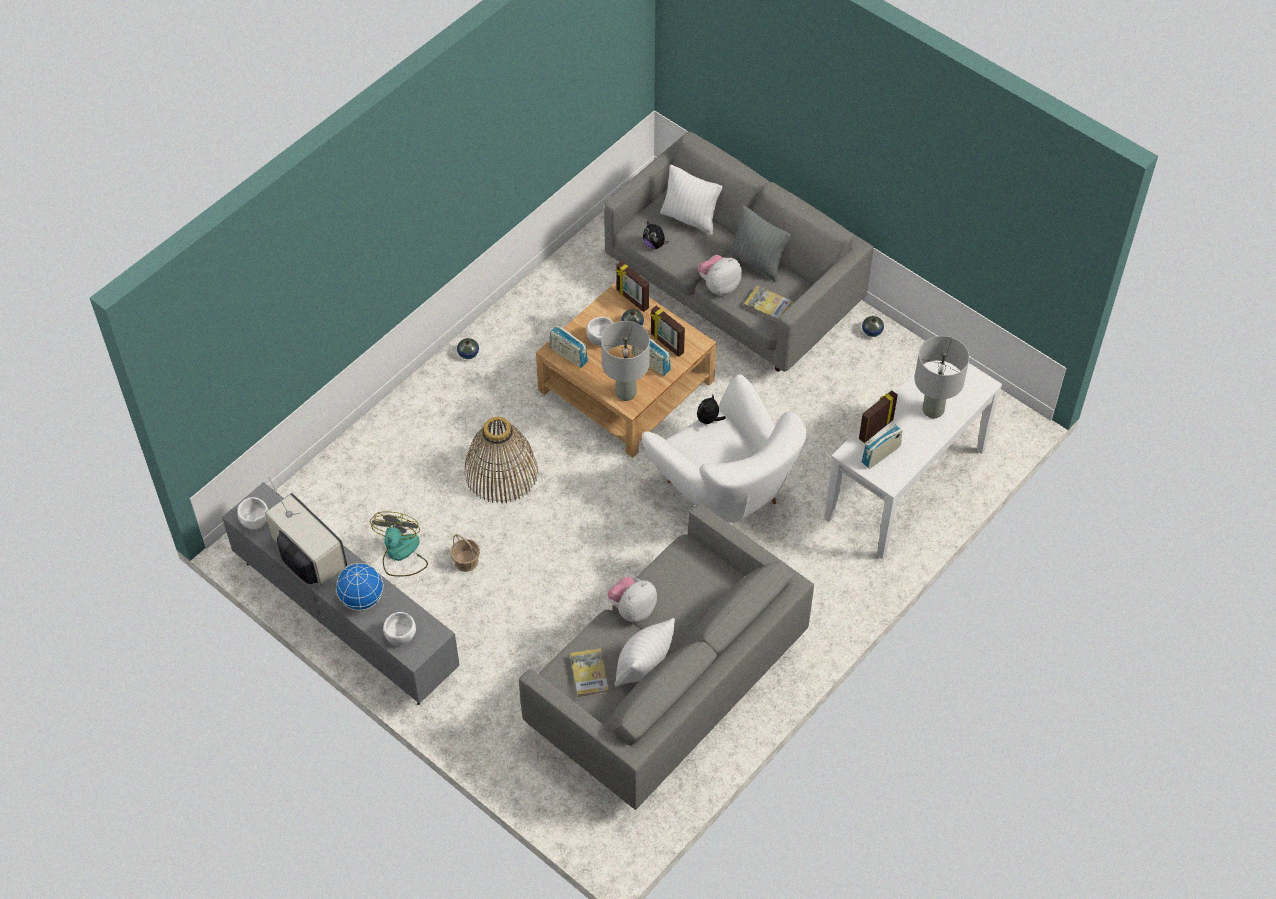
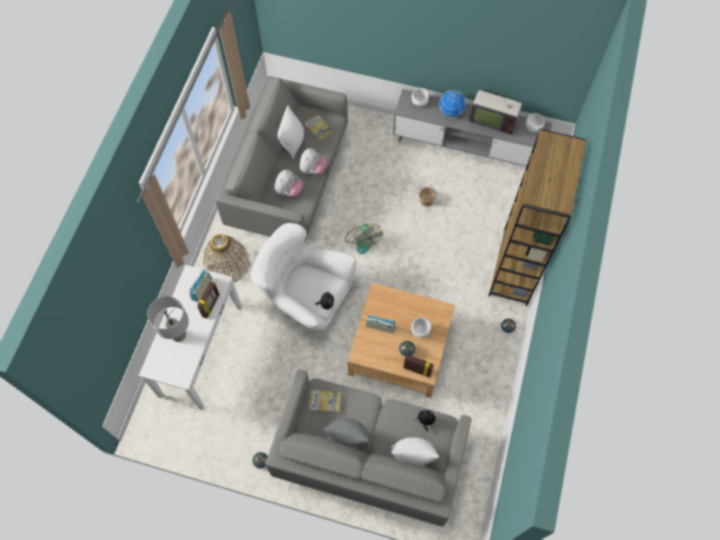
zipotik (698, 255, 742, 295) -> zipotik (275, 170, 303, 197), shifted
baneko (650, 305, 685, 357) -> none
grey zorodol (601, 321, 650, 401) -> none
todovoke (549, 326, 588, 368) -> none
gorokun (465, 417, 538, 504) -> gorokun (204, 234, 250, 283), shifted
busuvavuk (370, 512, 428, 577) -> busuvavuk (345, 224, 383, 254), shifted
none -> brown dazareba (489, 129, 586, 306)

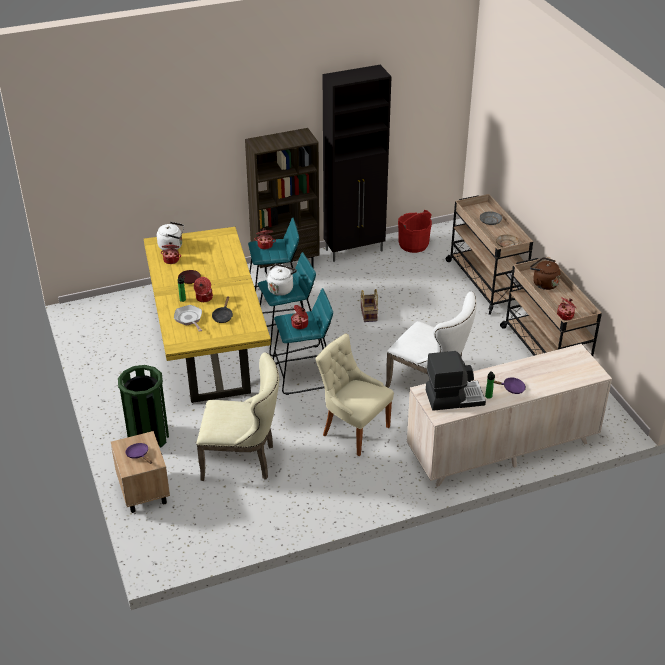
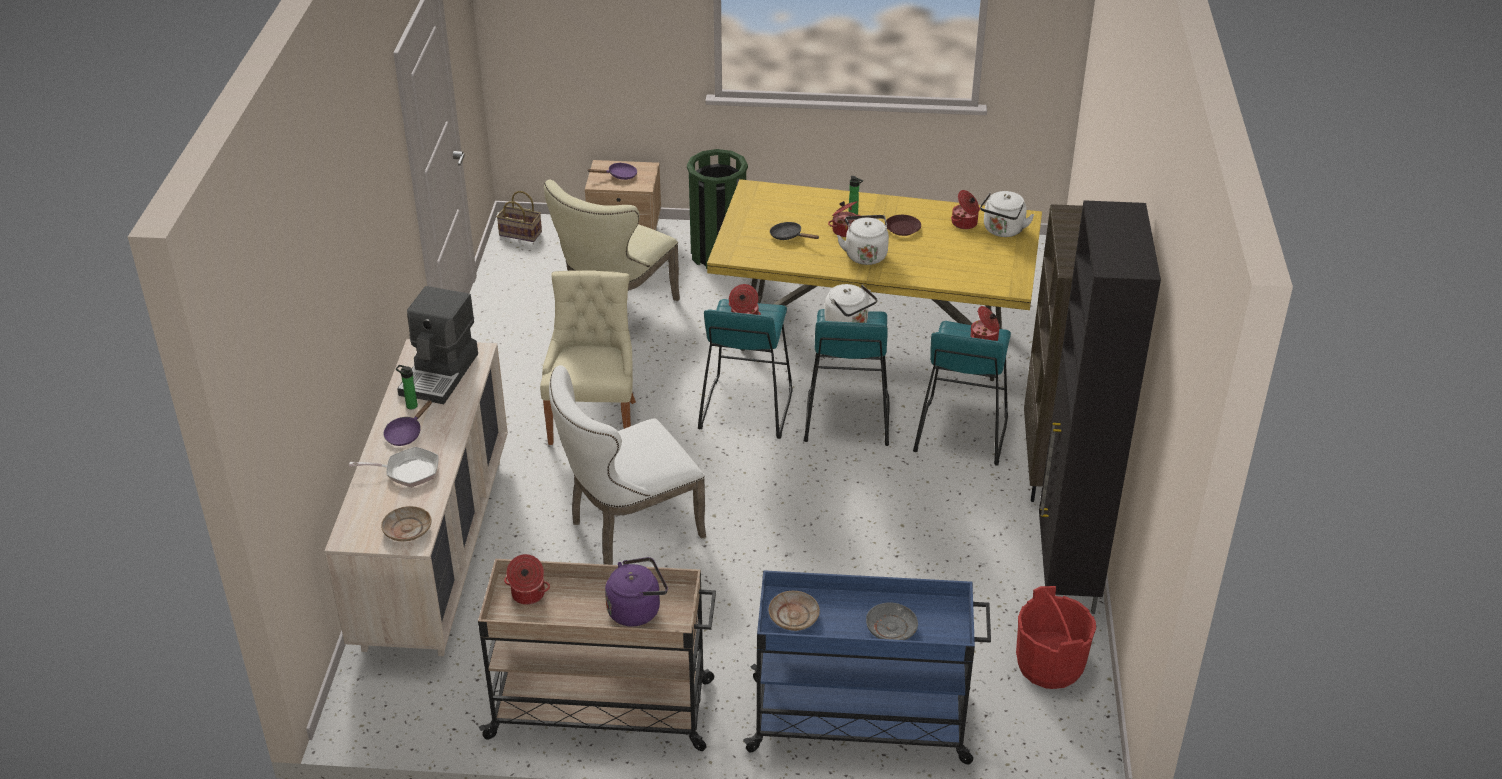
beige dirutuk (445, 194, 533, 315) -> blue dirutuk (743, 570, 991, 764)
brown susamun (530, 257, 561, 290) -> purple susamun (605, 557, 668, 627)
gorokun (361, 289, 378, 322) -> gorokun (496, 191, 542, 242), shifted
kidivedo (174, 305, 202, 332) -> kidivedo (349, 447, 439, 487), shifted
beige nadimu (315, 333, 394, 456) -> beige nadimu (540, 270, 636, 445), 60 degrees counterclockwise
none -> white susamun (837, 215, 889, 265)
none -> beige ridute (381, 506, 432, 542)

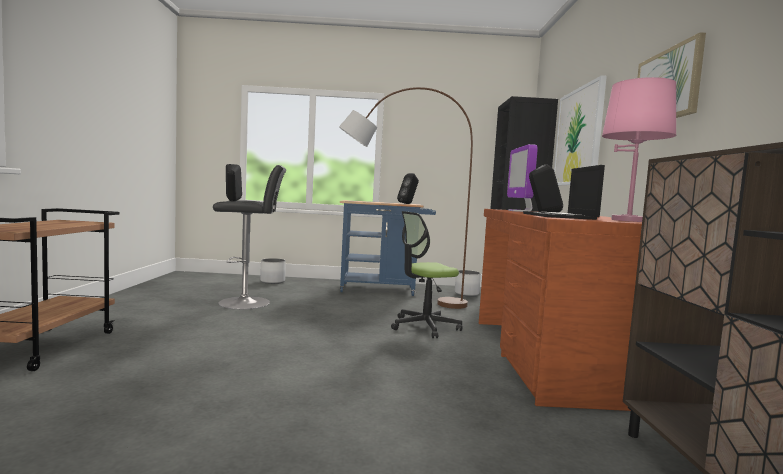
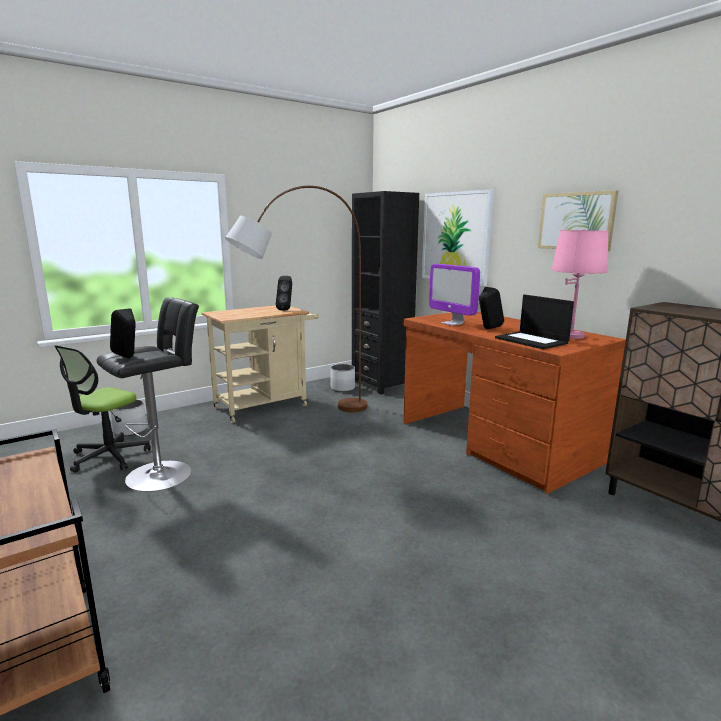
blue dirutuk (340, 200, 436, 296) -> beige dirutuk (202, 305, 319, 423)
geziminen (391, 211, 463, 338) -> geziminen (54, 345, 151, 473), shifted

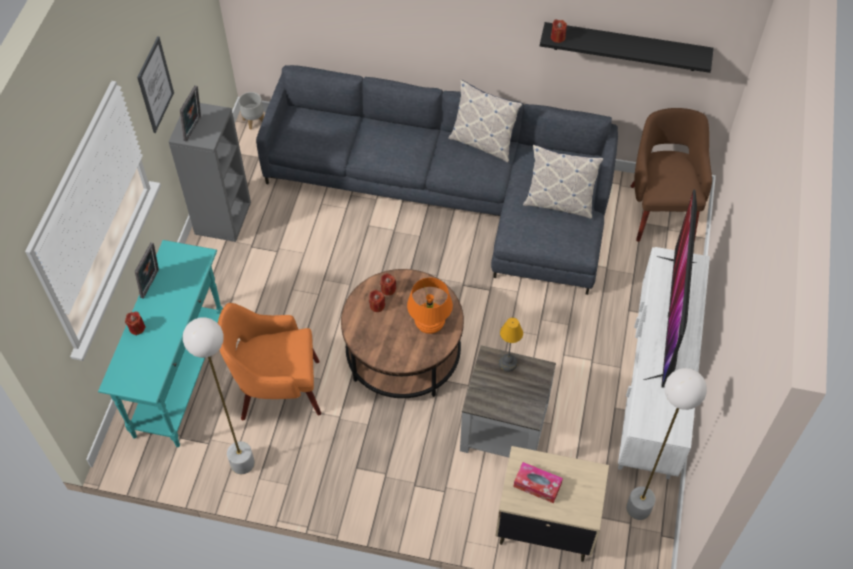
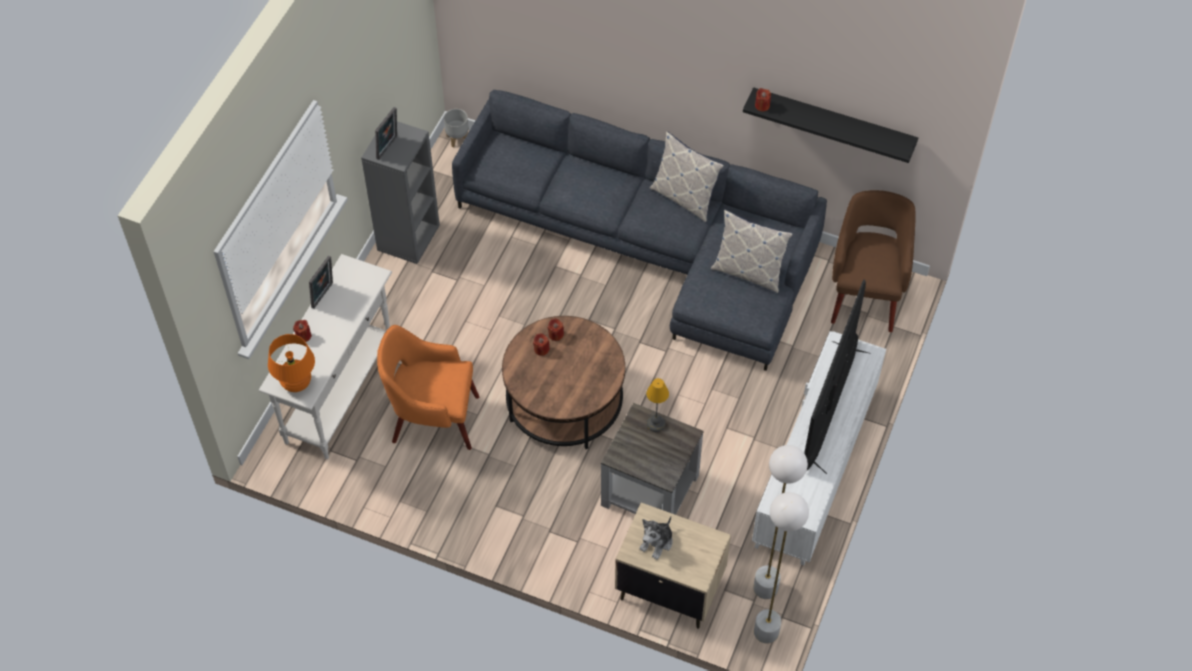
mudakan (137, 36, 174, 133) -> none
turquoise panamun (98, 240, 223, 447) -> white panamun (259, 254, 392, 459)
orange zorodol (407, 277, 453, 334) -> orange zorodol (268, 334, 315, 392), shifted
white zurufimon (183, 317, 255, 474) -> white zurufimon (754, 492, 809, 644), shifted
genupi (514, 462, 563, 503) -> zipotik (639, 516, 673, 560)

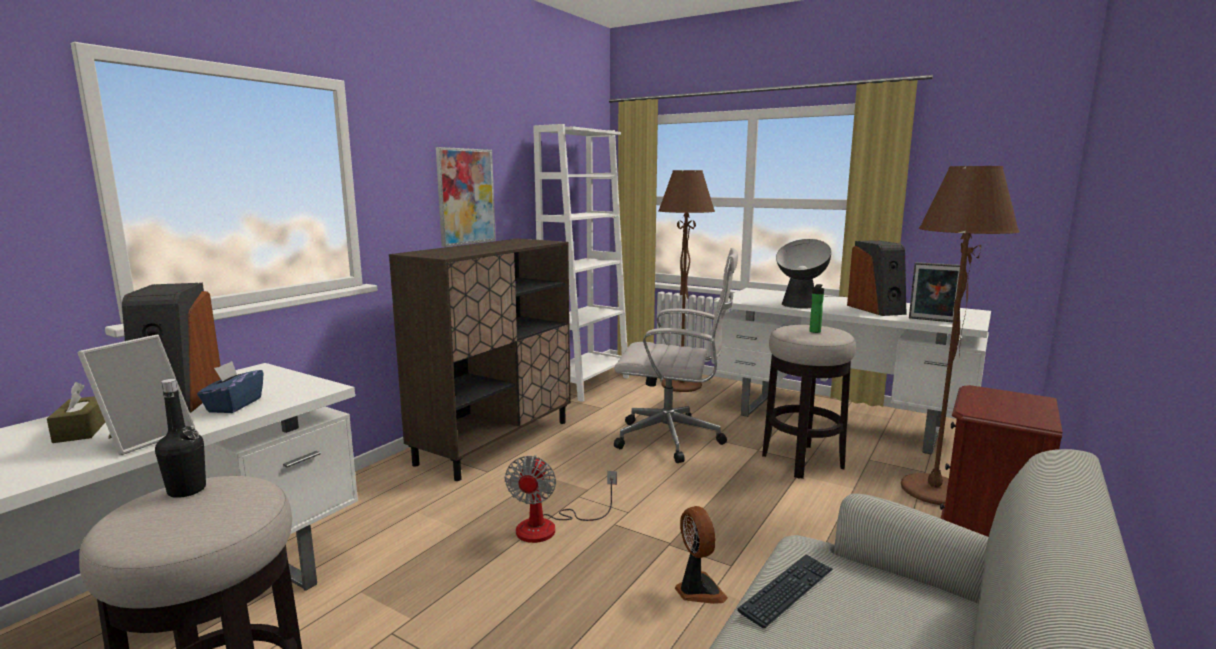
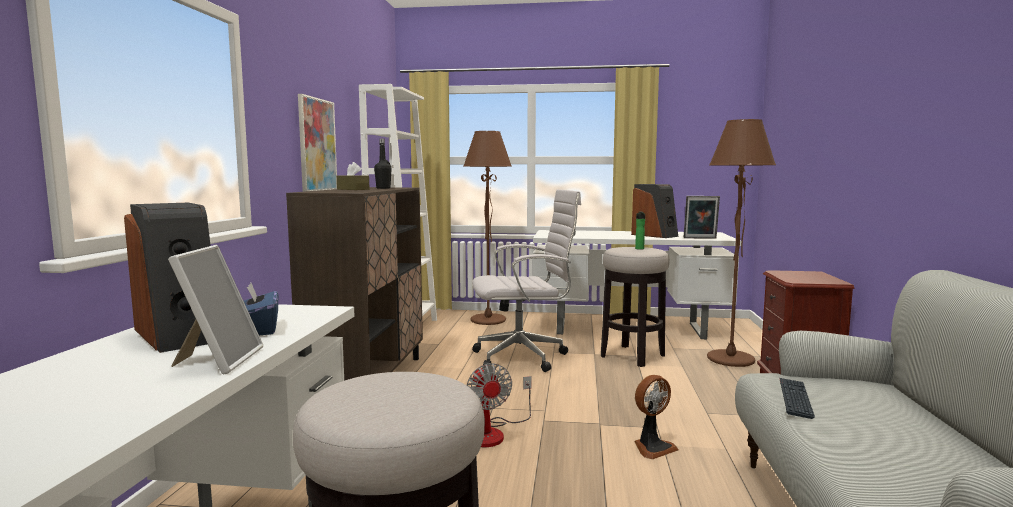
zorodol (776, 239, 841, 308) -> none
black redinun (155, 379, 206, 498) -> black redinun (374, 139, 392, 189), shifted
brown genupi (47, 382, 105, 443) -> brown genupi (337, 162, 370, 190), shifted
busuvavuk (675, 506, 728, 604) -> busuvavuk (635, 375, 679, 459), 105 degrees clockwise

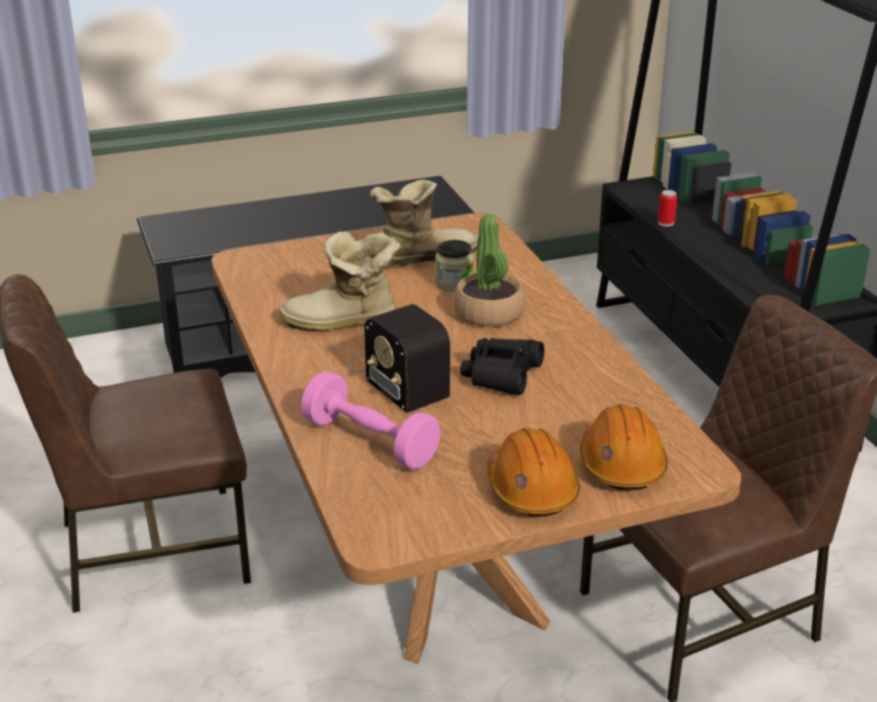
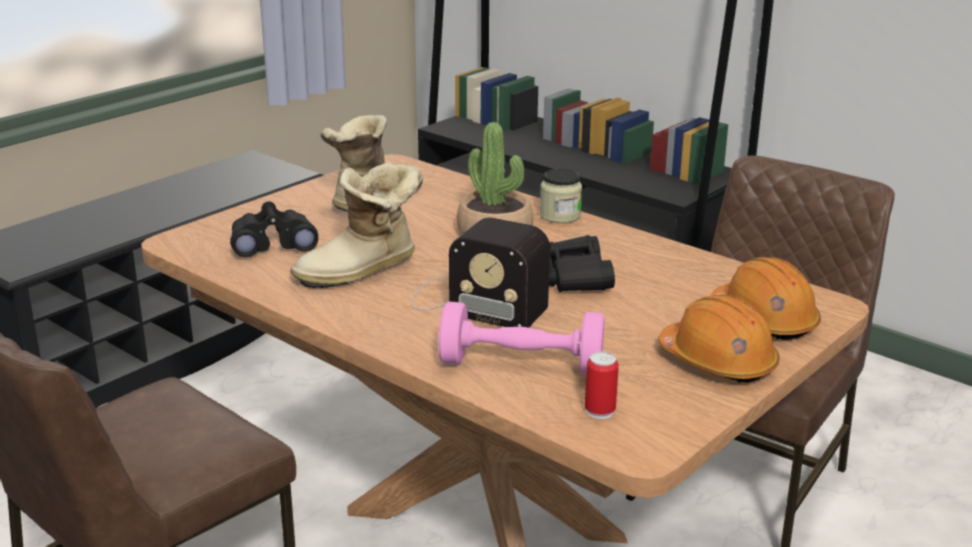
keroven (658, 190, 677, 227) -> keroven (585, 352, 619, 419), shifted
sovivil (435, 240, 474, 292) -> sovivil (540, 169, 582, 223), shifted
none -> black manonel (230, 201, 318, 257)

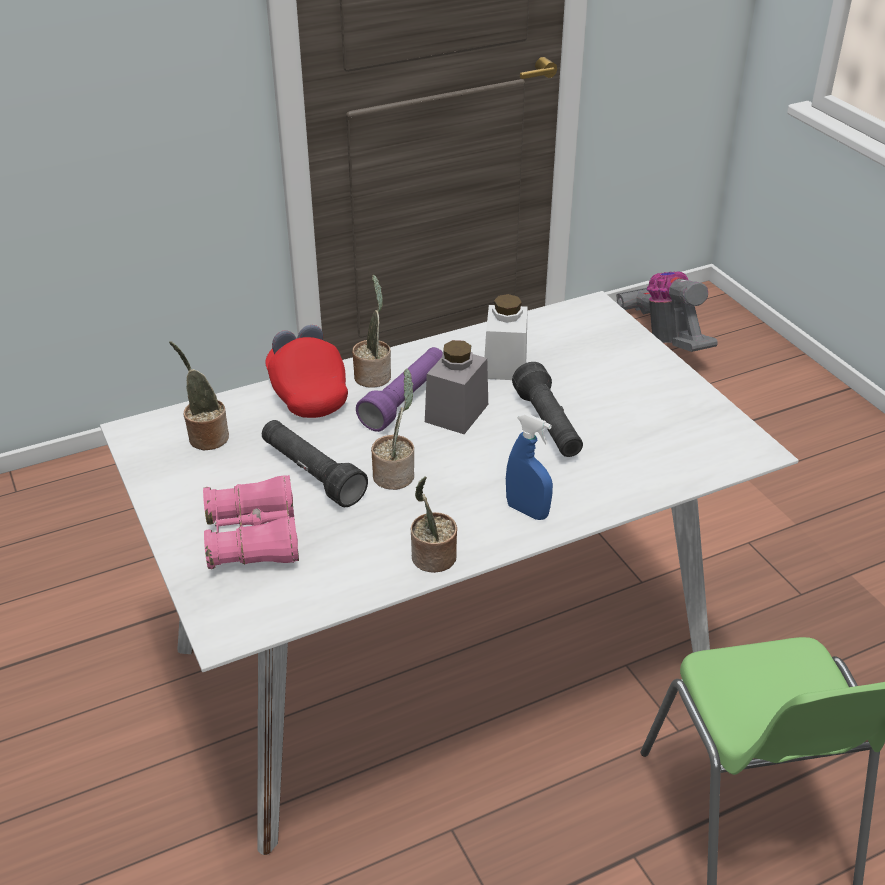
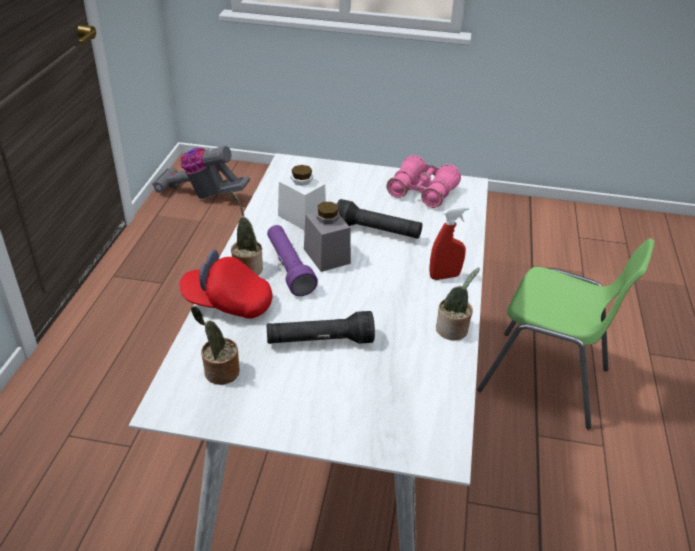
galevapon (371, 369, 414, 490) -> none
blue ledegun (506, 413, 553, 520) -> red ledegun (429, 206, 469, 280)
pink manonel (203, 475, 299, 569) -> pink manonel (387, 155, 461, 208), shifted

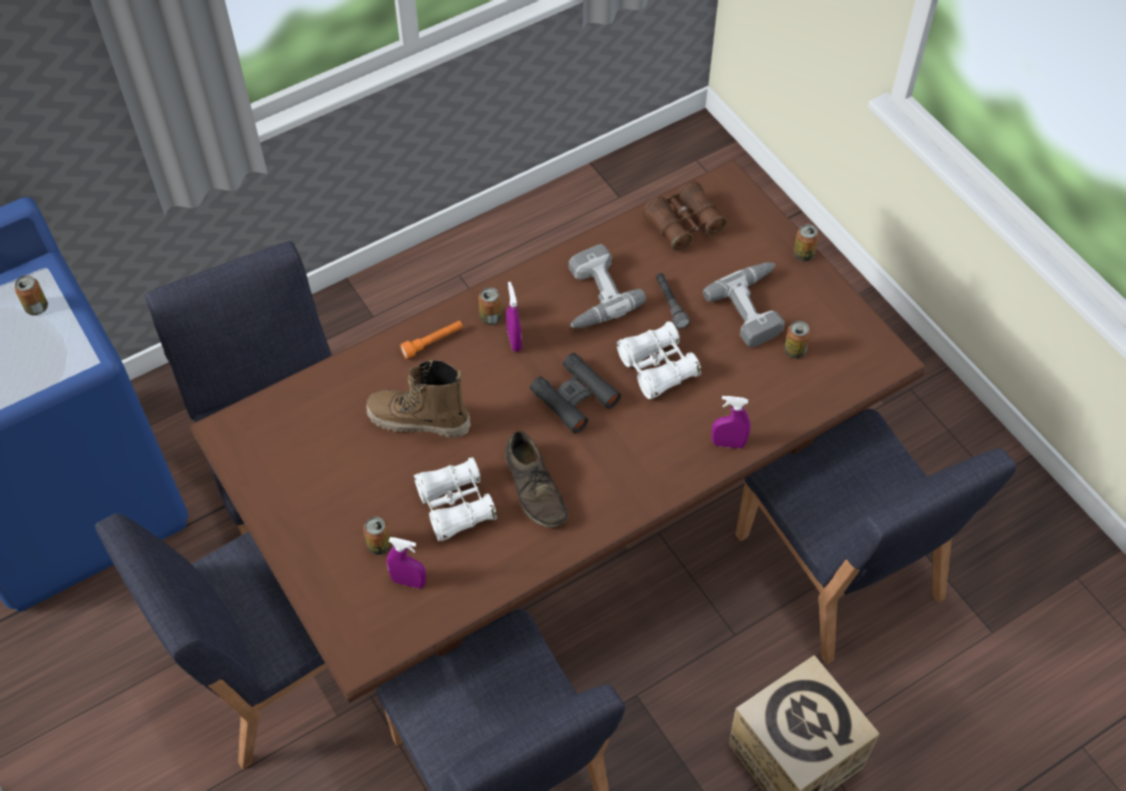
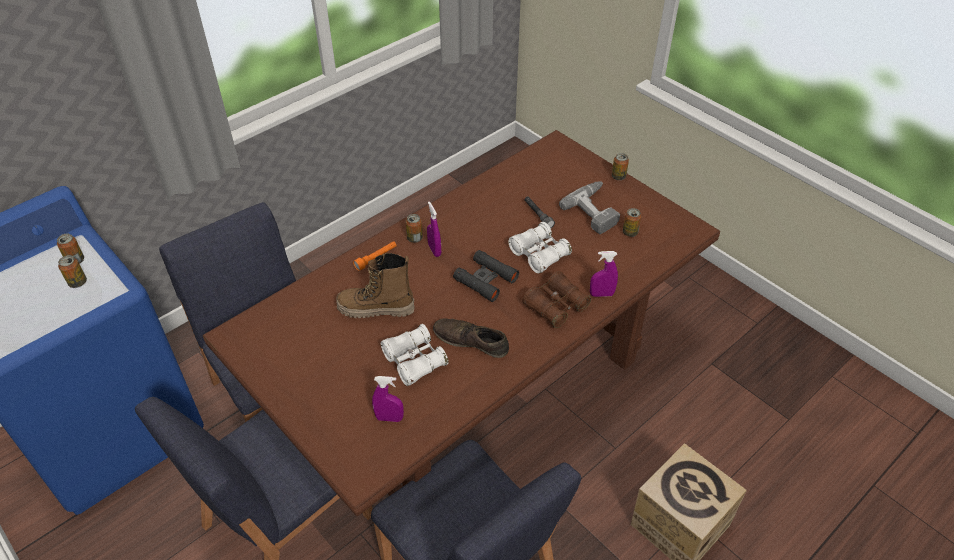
brown manonel (643, 181, 727, 251) -> brown manonel (522, 271, 591, 328), shifted
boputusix (569, 244, 646, 328) -> none
blue nadimu (736, 409, 1017, 664) -> none
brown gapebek (505, 431, 568, 528) -> brown gapebek (433, 319, 509, 358), 150 degrees clockwise
keroven (363, 517, 392, 555) -> keroven (58, 255, 87, 288), shifted

